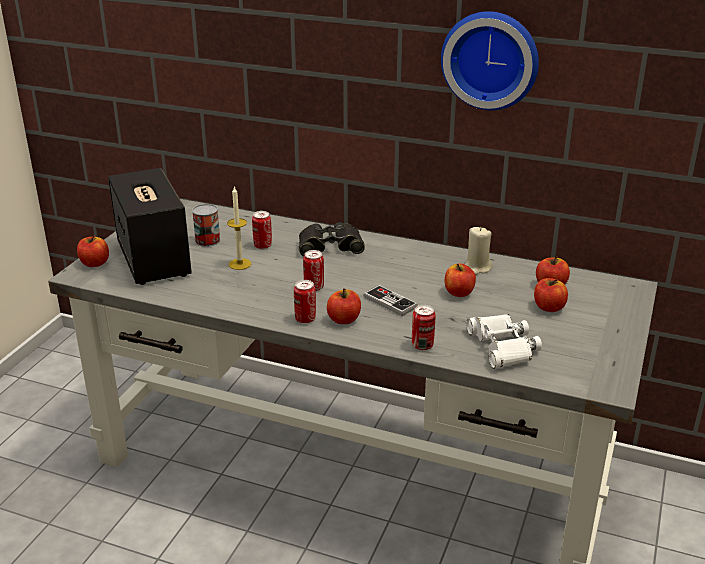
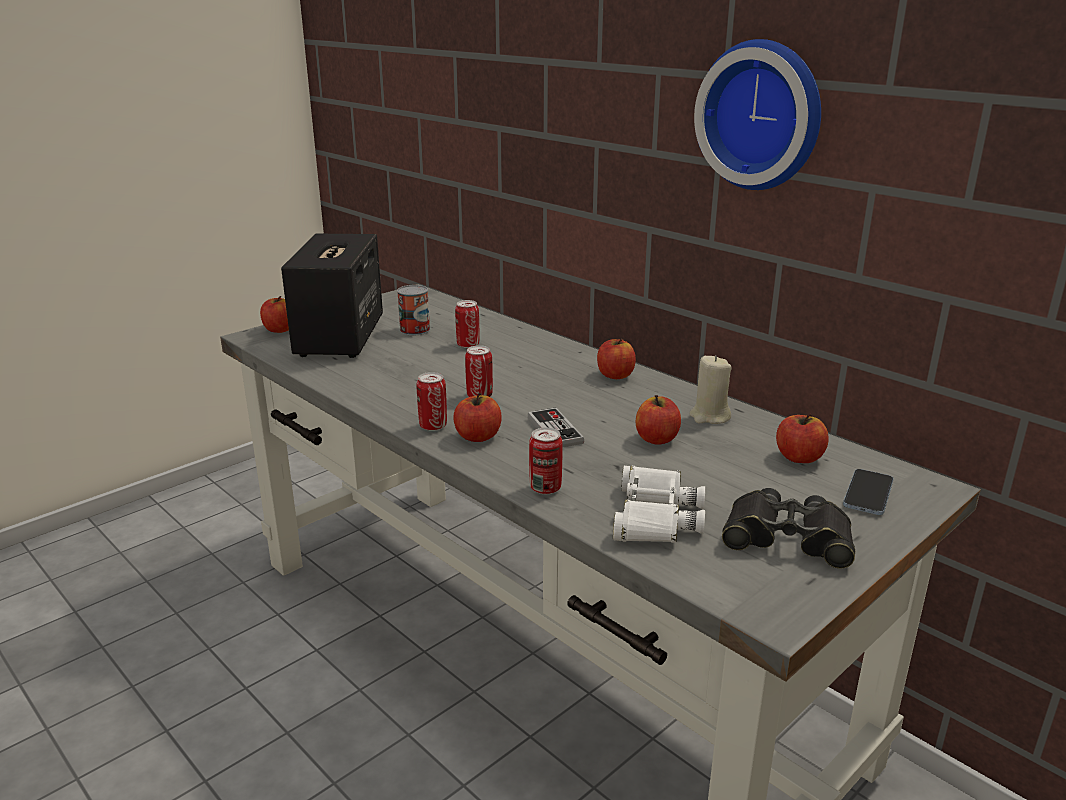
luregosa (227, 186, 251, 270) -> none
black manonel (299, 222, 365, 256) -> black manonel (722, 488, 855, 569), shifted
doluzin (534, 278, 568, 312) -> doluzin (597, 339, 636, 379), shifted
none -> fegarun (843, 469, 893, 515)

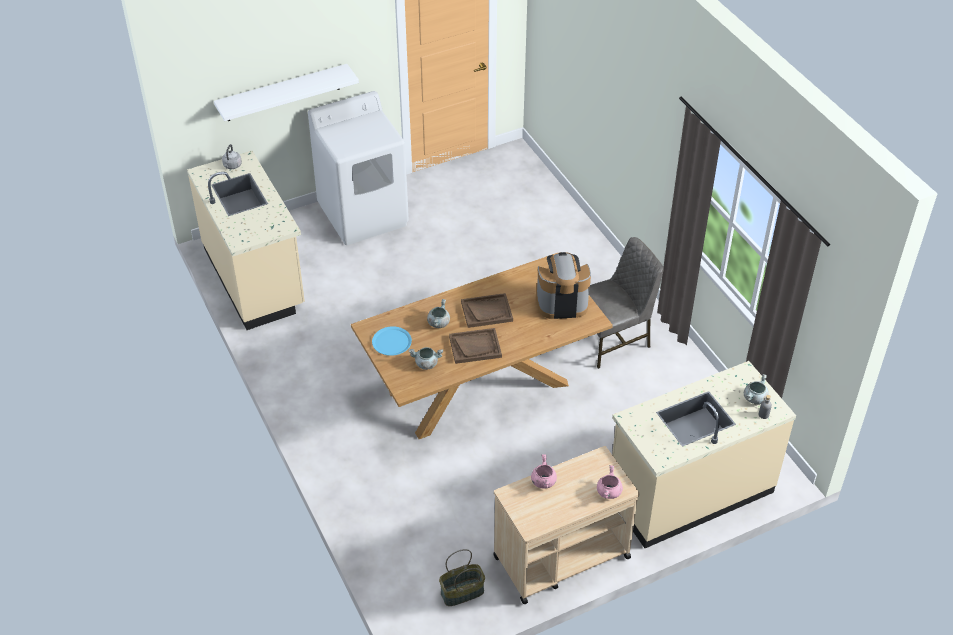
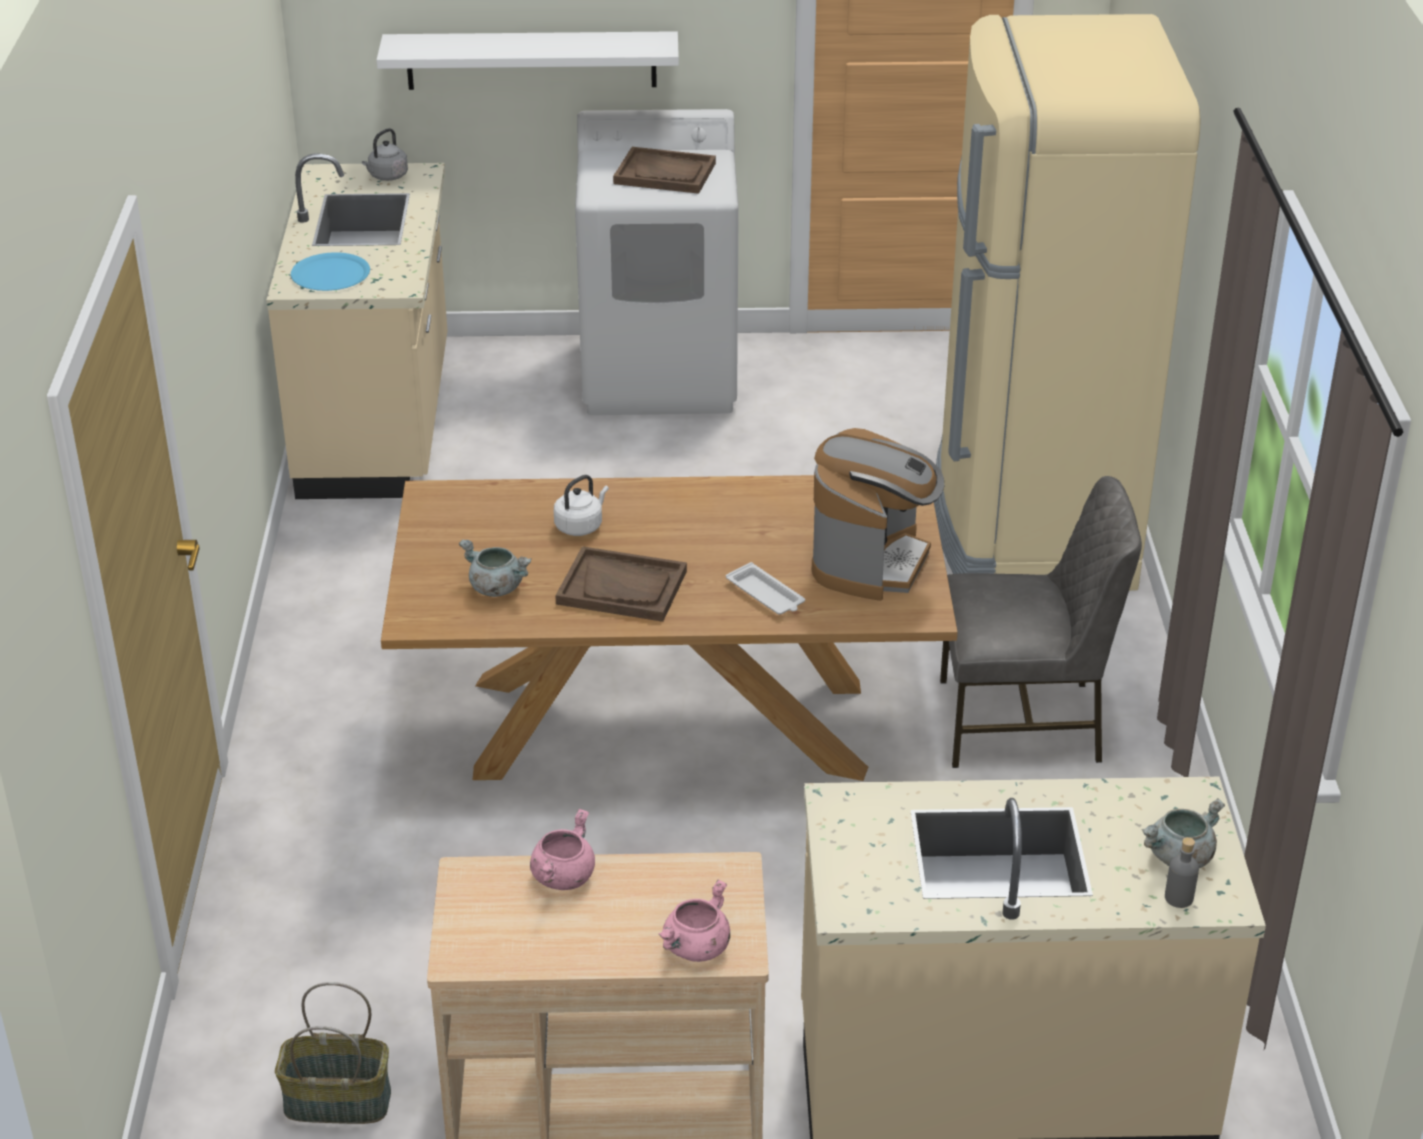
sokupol (537, 252, 591, 319) -> sokupol (812, 428, 944, 601), 90 degrees clockwise
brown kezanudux (461, 293, 513, 328) -> brown kezanudux (613, 147, 716, 194), shifted
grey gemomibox (427, 299, 450, 328) -> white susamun (554, 475, 609, 536)
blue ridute (372, 326, 412, 356) -> blue ridute (291, 252, 370, 291), shifted
none -> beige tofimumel (934, 14, 1200, 591)
none -> white kezanudux (726, 562, 805, 614)

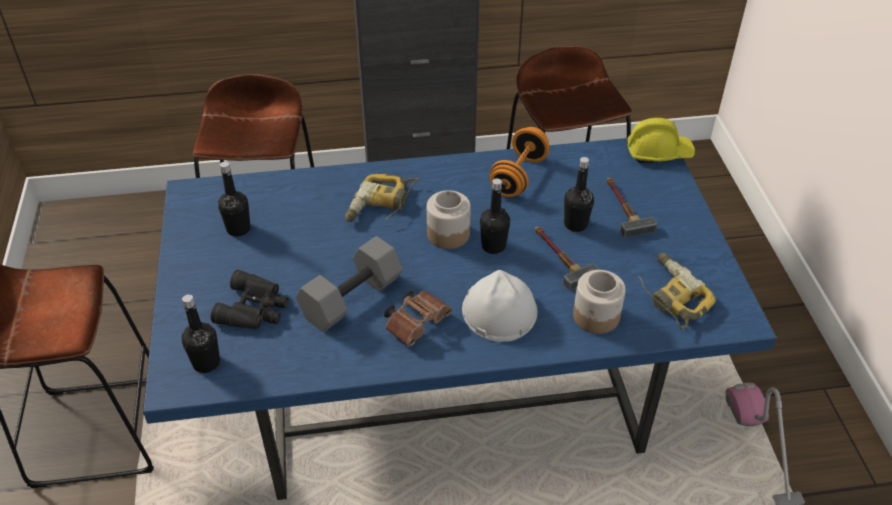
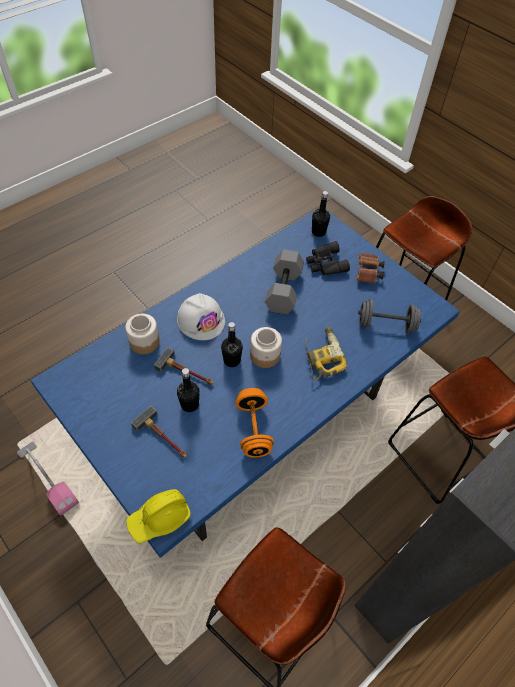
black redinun (218, 161, 250, 237) -> none
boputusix (639, 253, 716, 329) -> none
brown manonel (384, 290, 452, 346) -> brown manonel (356, 253, 385, 284), shifted
none -> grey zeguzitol (358, 299, 421, 334)

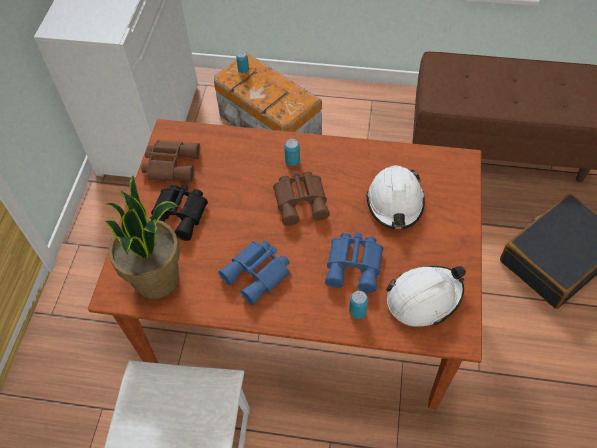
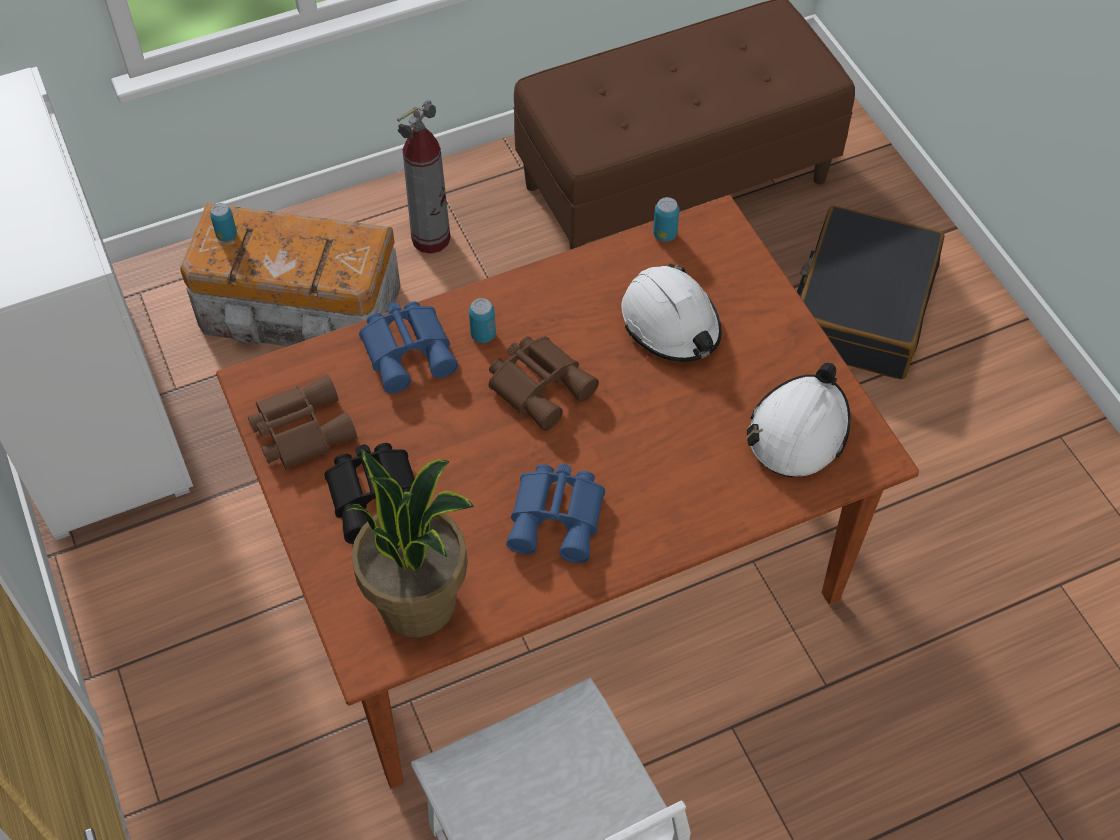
blue manonel (325, 232, 383, 293) -> blue manonel (359, 302, 458, 393), shifted
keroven (349, 291, 368, 319) -> keroven (653, 197, 679, 242), shifted
none -> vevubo (397, 100, 451, 254)

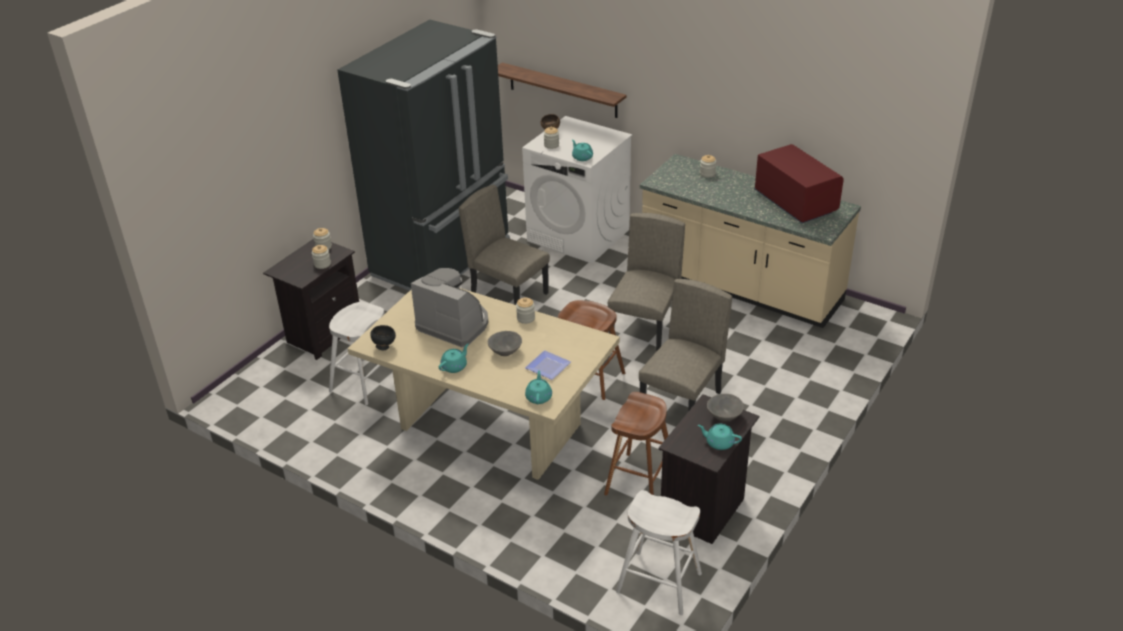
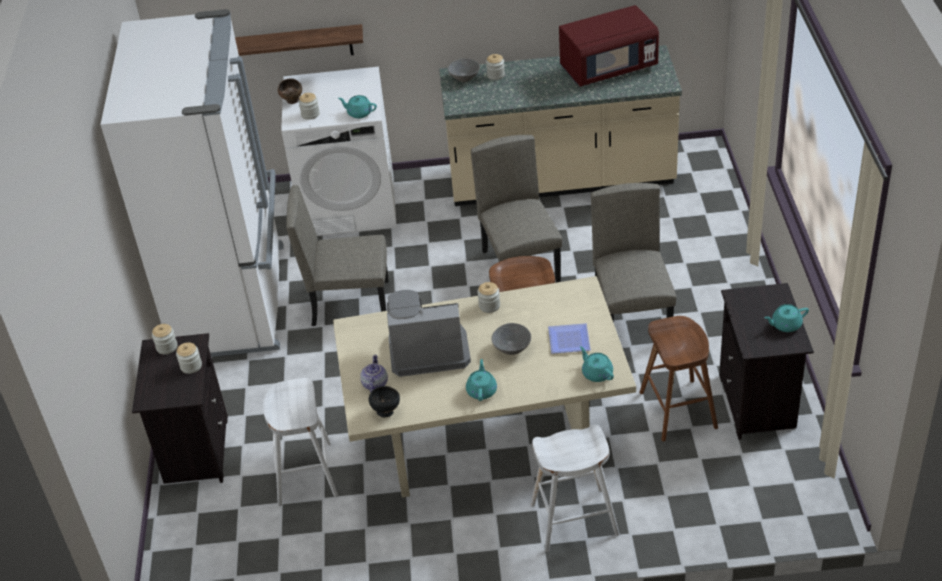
black tofimumel (337, 19, 510, 291) -> white tofimumel (100, 9, 284, 357)
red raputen (754, 144, 844, 223) -> red raputen (559, 5, 659, 87), 135 degrees clockwise
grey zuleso (707, 394, 744, 422) -> grey zuleso (448, 58, 480, 82), shifted
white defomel (616, 490, 702, 615) -> white defomel (530, 425, 620, 552), shifted
none -> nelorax (360, 354, 388, 393)

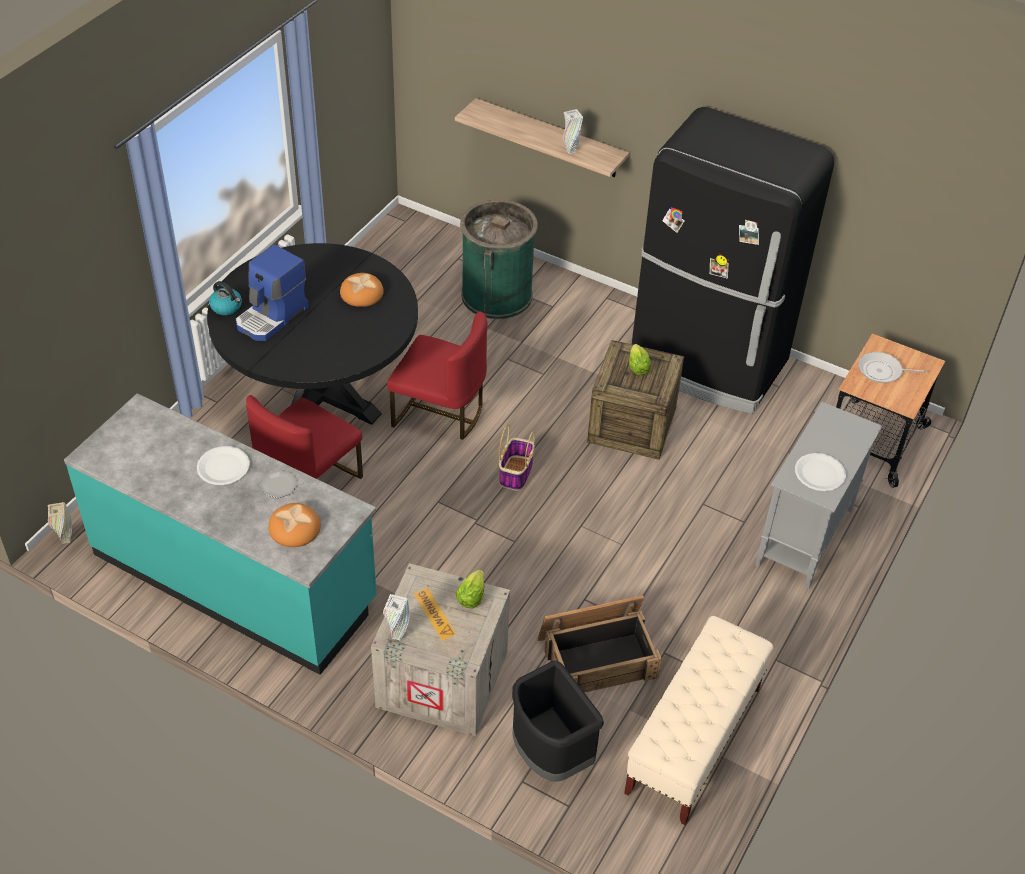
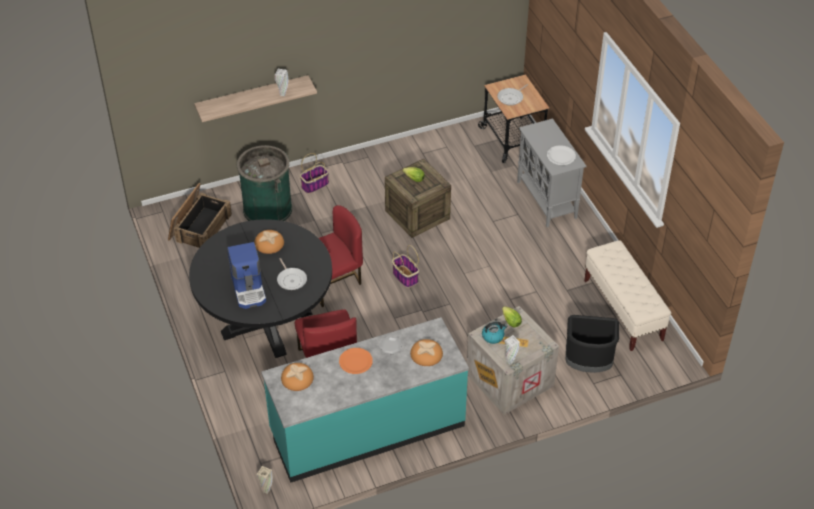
black tofimumel (632, 107, 834, 414) -> none
susamun (209, 281, 242, 315) -> susamun (482, 322, 508, 344), shifted
white ridute (197, 446, 250, 485) -> orange ridute (339, 348, 373, 374)
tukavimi (538, 595, 662, 693) -> tukavimi (168, 183, 232, 248), shifted
none -> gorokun (300, 153, 329, 194)
none -> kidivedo (277, 258, 307, 290)
none -> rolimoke (281, 363, 314, 391)

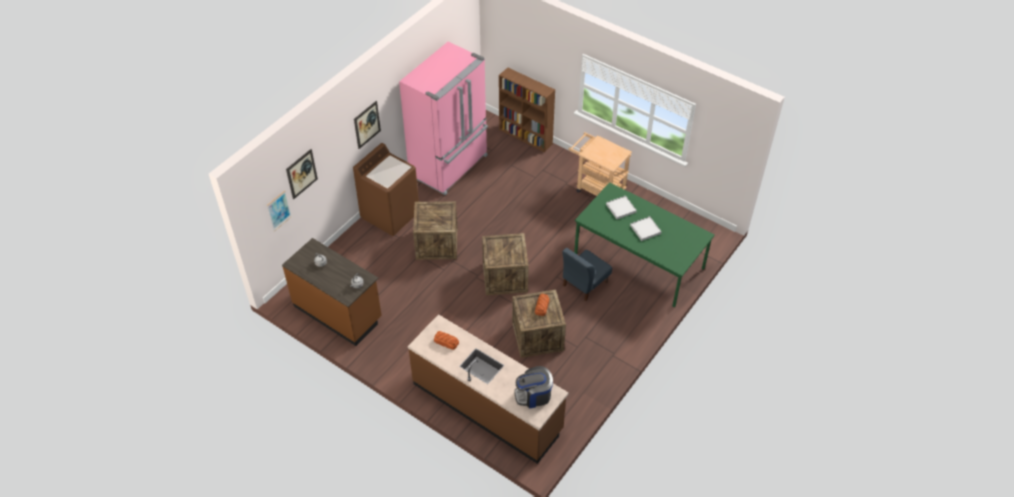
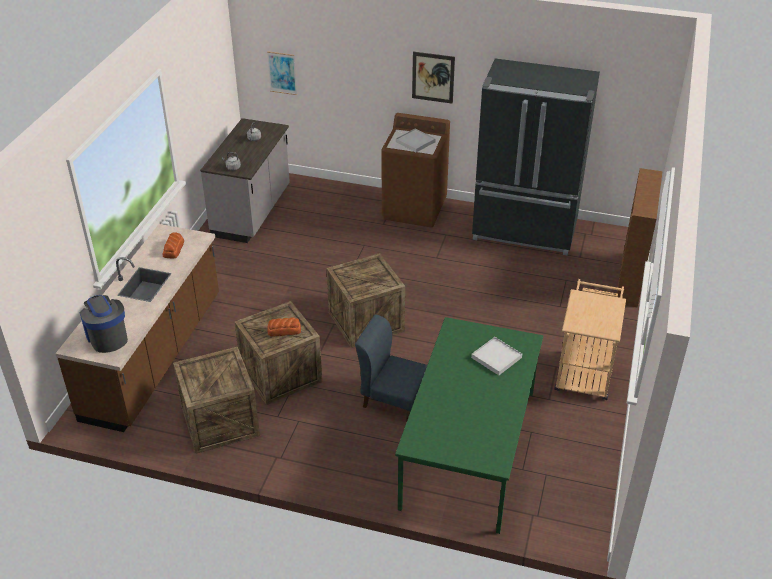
pink tofimumel (399, 42, 488, 195) -> black tofimumel (472, 58, 600, 255)
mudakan (286, 149, 318, 200) -> none
tukavimi (413, 201, 457, 260) -> tukavimi (173, 347, 260, 454), shifted
white kezanudux (630, 216, 662, 241) -> white kezanudux (396, 128, 436, 152), shifted
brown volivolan (282, 238, 382, 346) -> grey volivolan (200, 118, 290, 243)

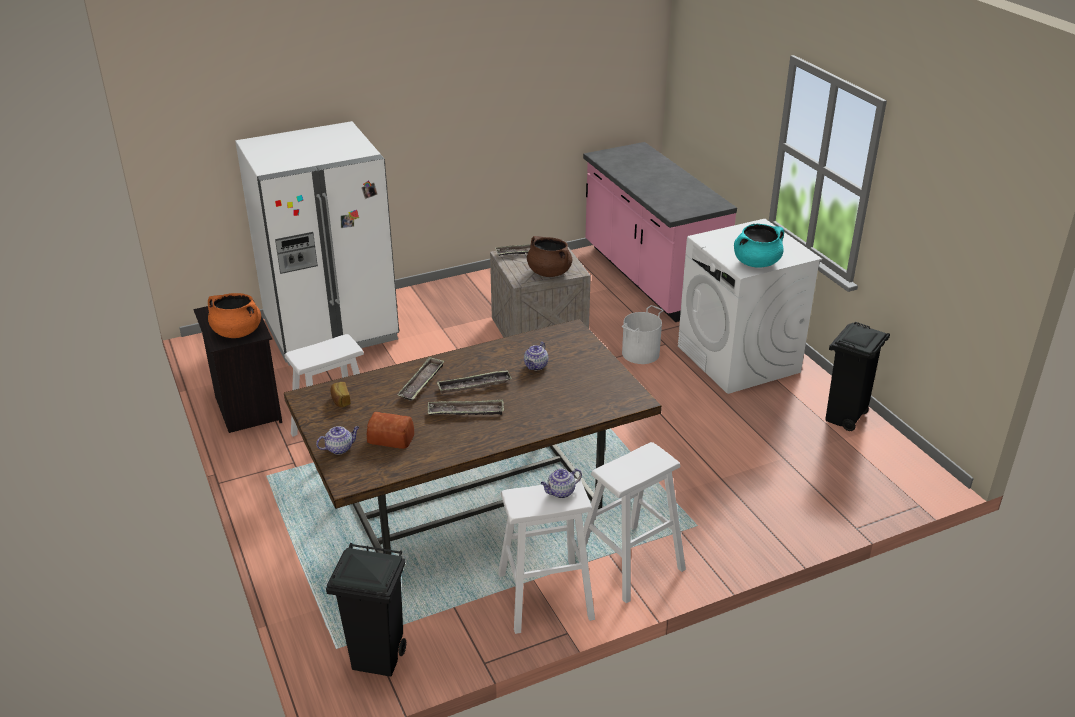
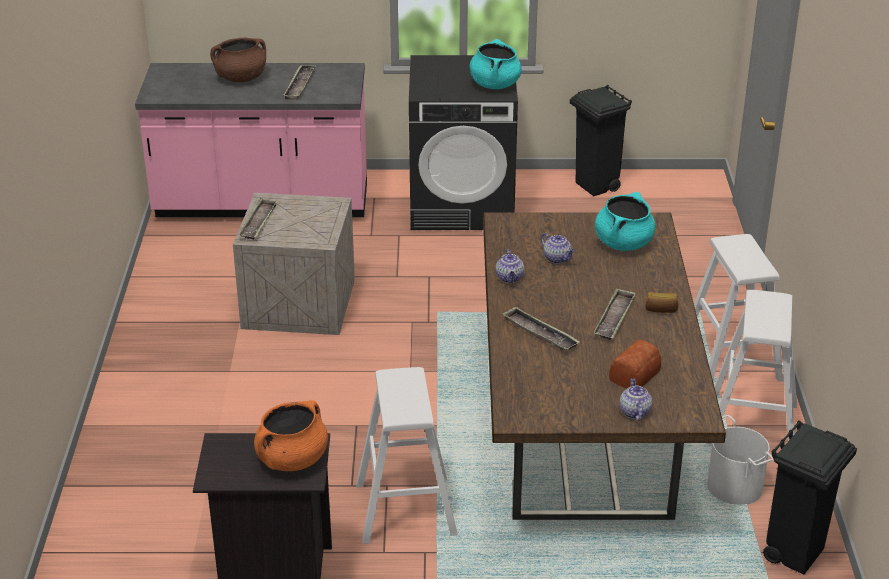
white tofimumel (235, 121, 399, 366) -> none
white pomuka (678, 219, 822, 394) -> black pomuka (409, 55, 518, 230)
brown gemomibox (527, 236, 572, 277) -> brown gemomibox (210, 38, 266, 82), shifted
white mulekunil (622, 305, 664, 364) -> white mulekunil (707, 415, 774, 505), shifted
kezanudux (437, 370, 512, 394) -> kezanudux (283, 65, 315, 100), shifted
rolimoke (330, 382, 350, 407) -> rolimoke (645, 292, 678, 313), shifted
nelorax (541, 469, 582, 498) -> nelorax (496, 249, 524, 283), shifted
none -> turquoise gemomibox (595, 192, 656, 251)

